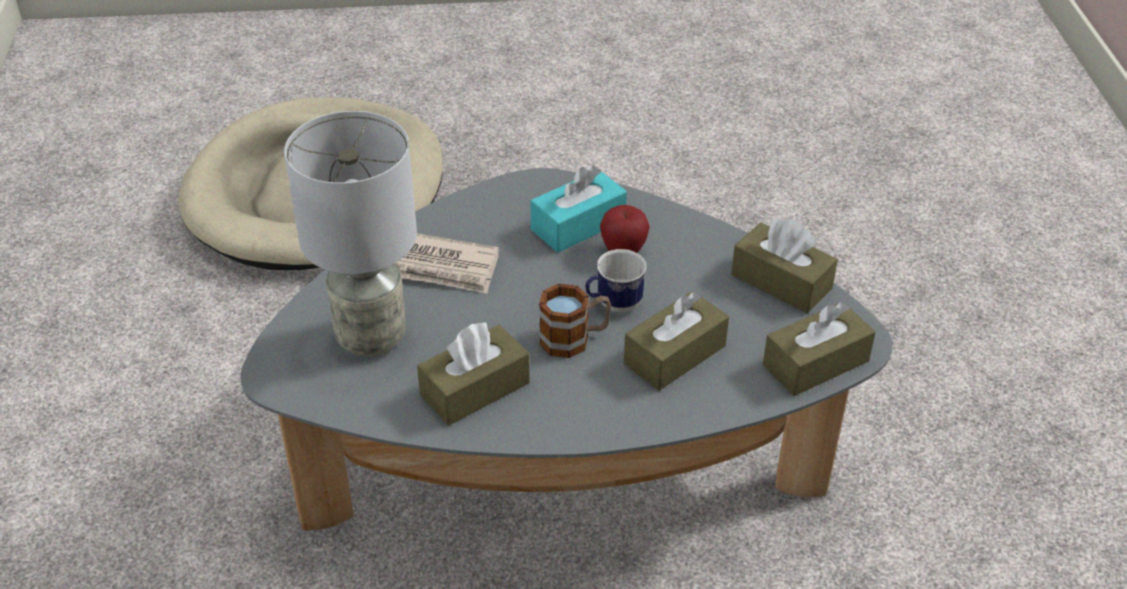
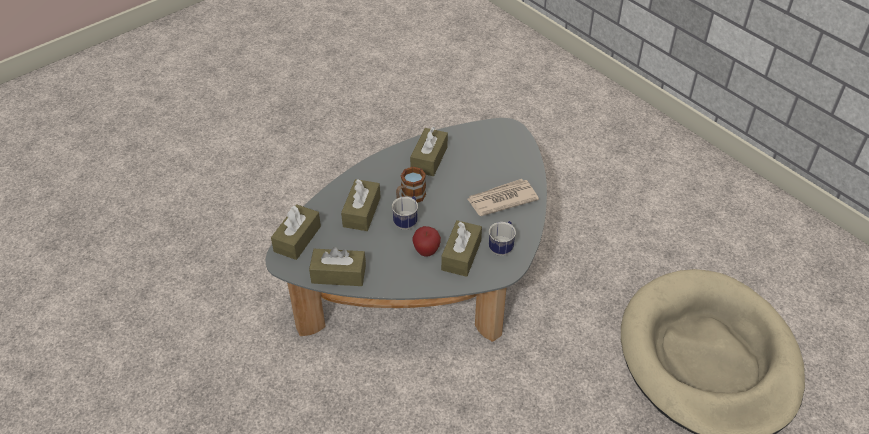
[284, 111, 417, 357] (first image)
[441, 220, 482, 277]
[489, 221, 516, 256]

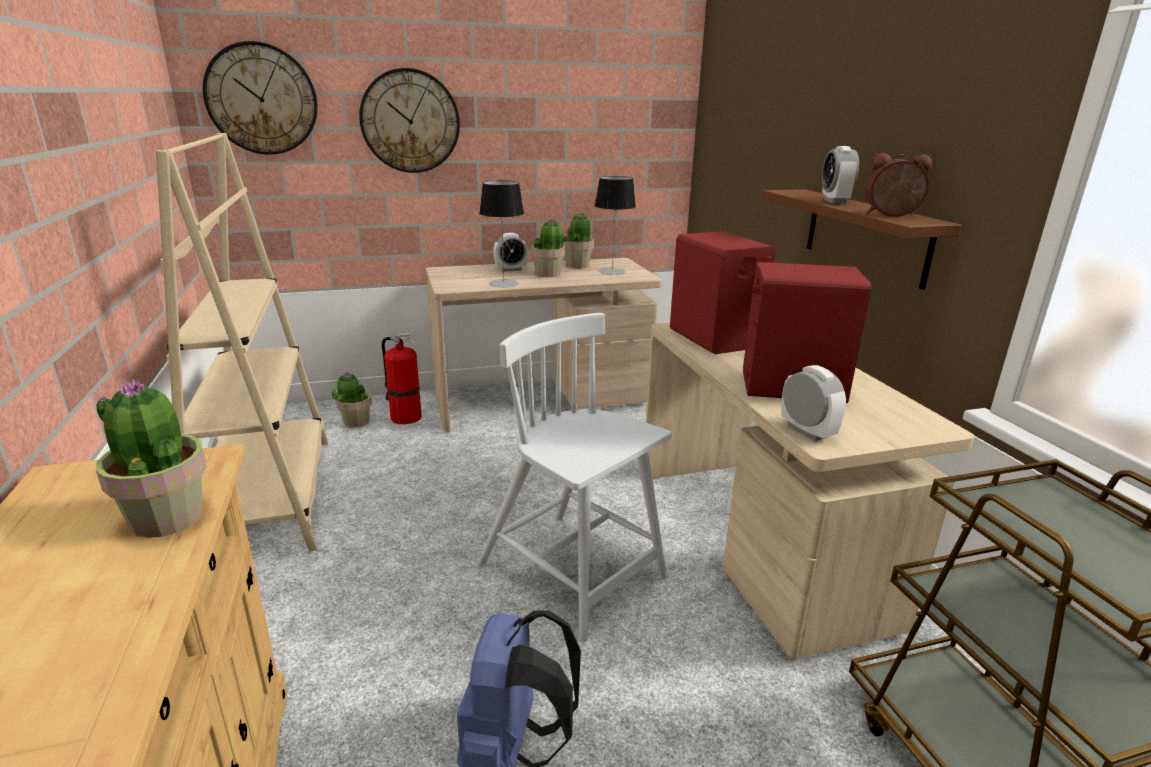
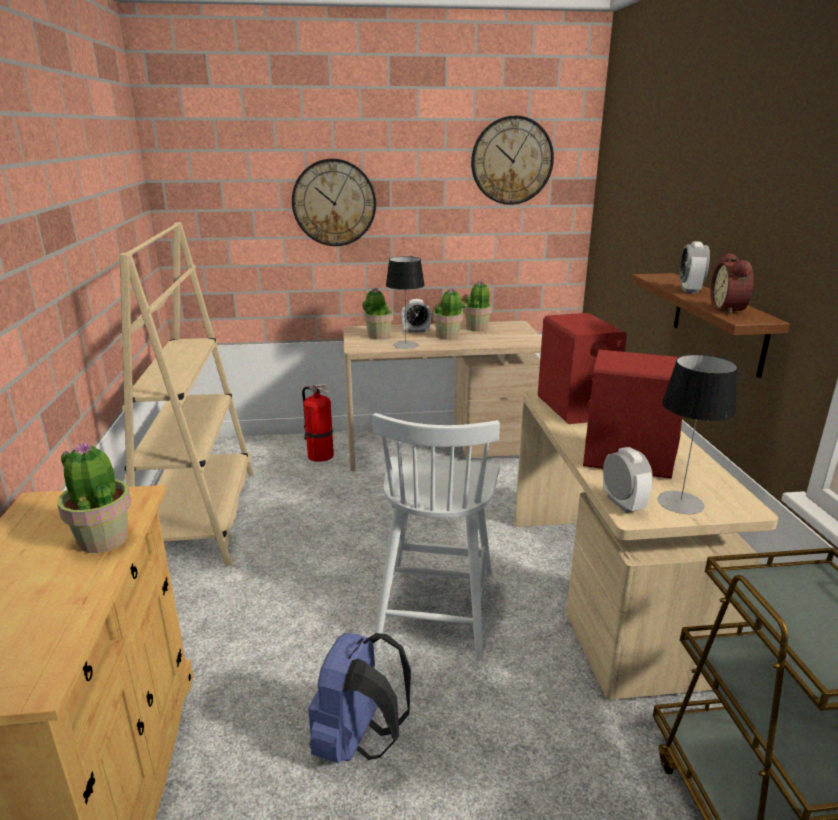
[471, 116, 554, 205]
[362, 287, 393, 339]
[372, 413, 500, 661]
[657, 354, 738, 514]
[710, 253, 754, 315]

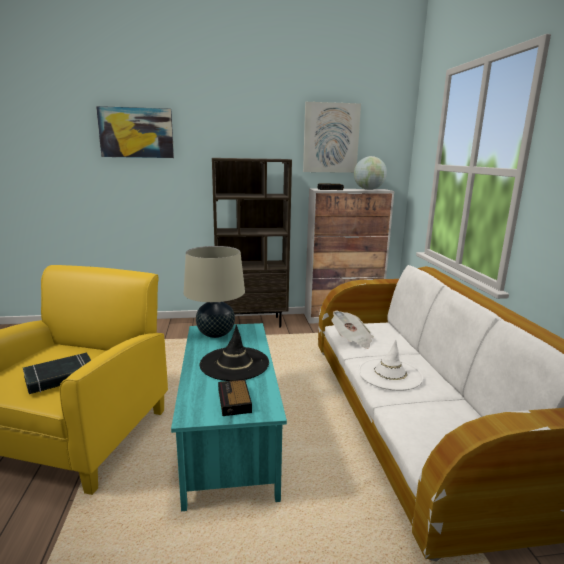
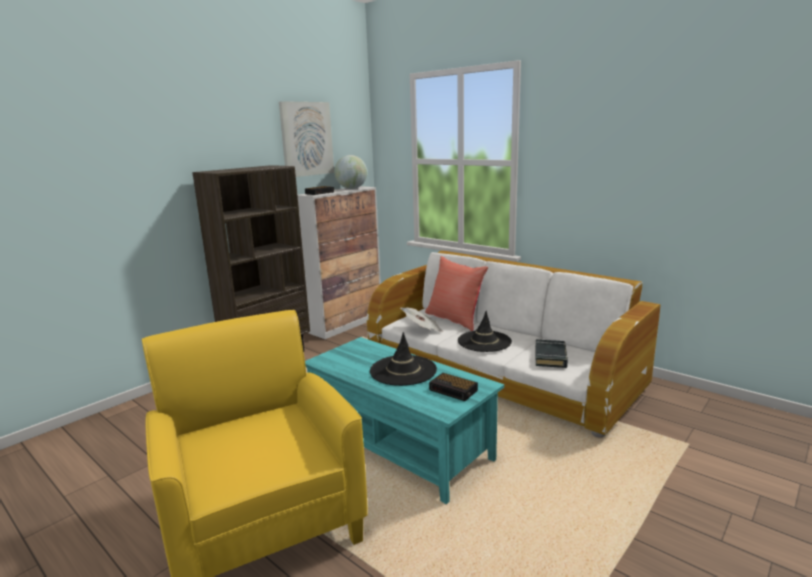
[535, 340, 568, 368]
[96, 106, 174, 158] (first image)
[184, 246, 245, 338] (first image)
[458, 311, 512, 352]
[425, 256, 488, 331]

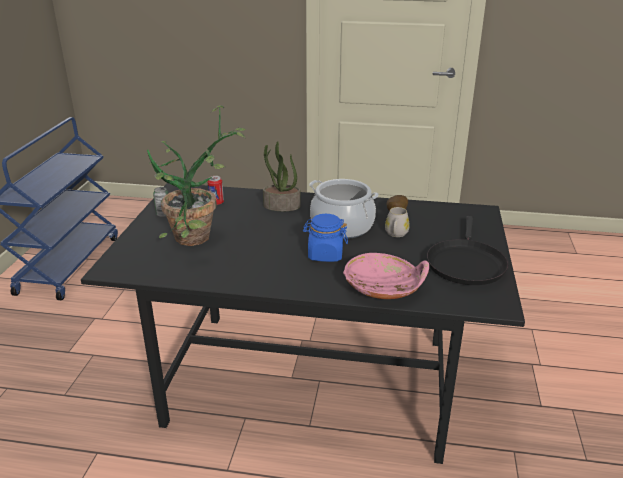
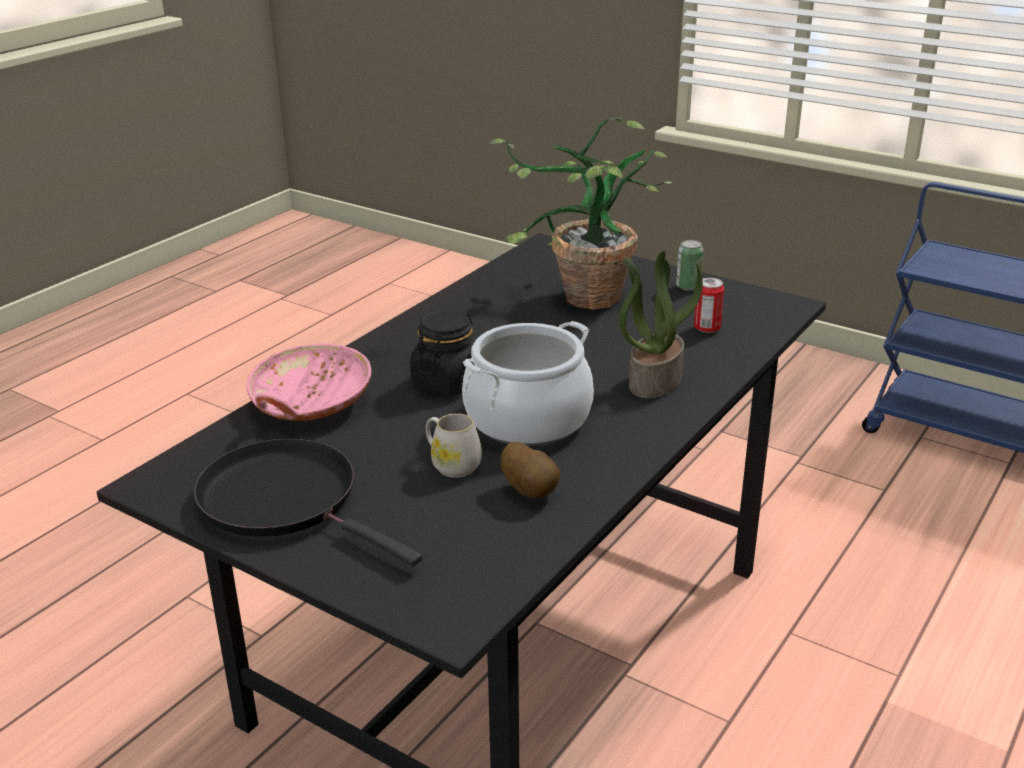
[410, 309, 474, 395]

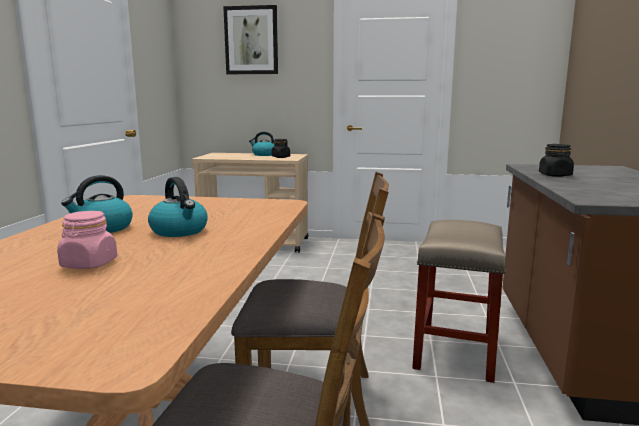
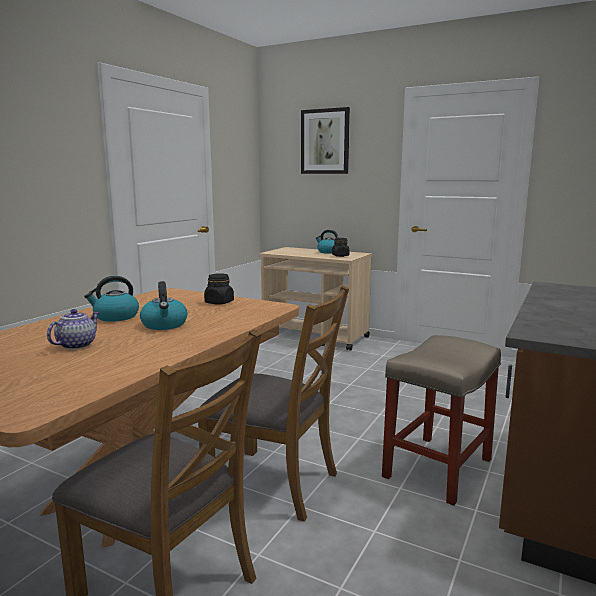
[47, 309, 99, 349]
[204, 274, 234, 305]

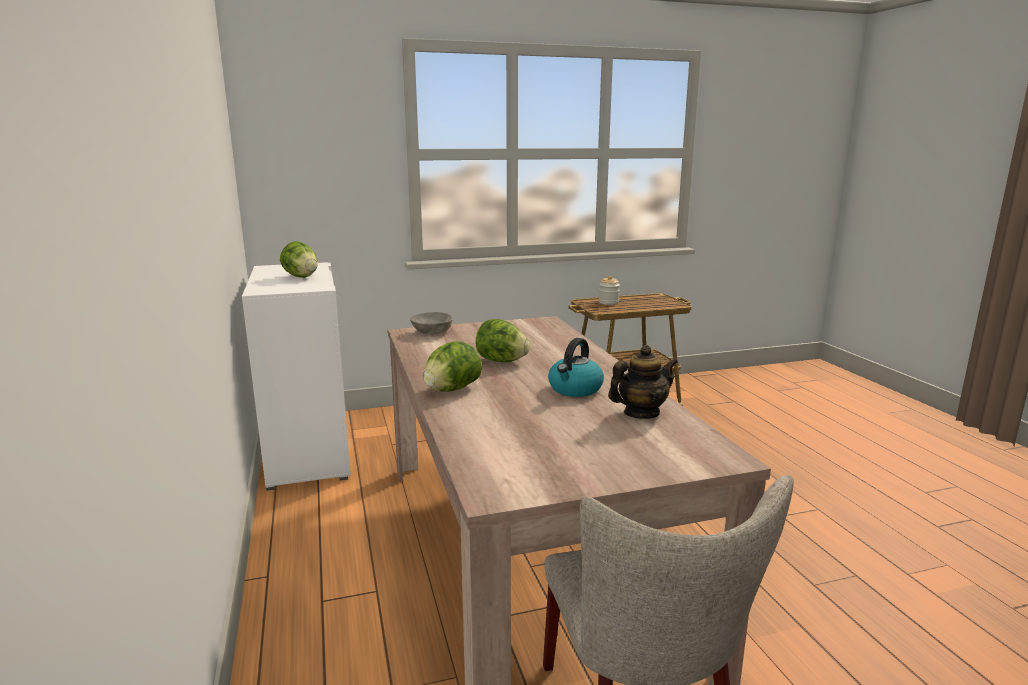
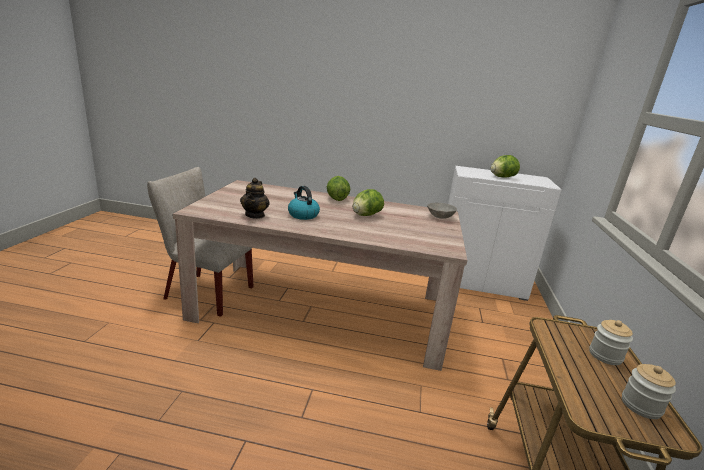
[622, 364, 676, 419]

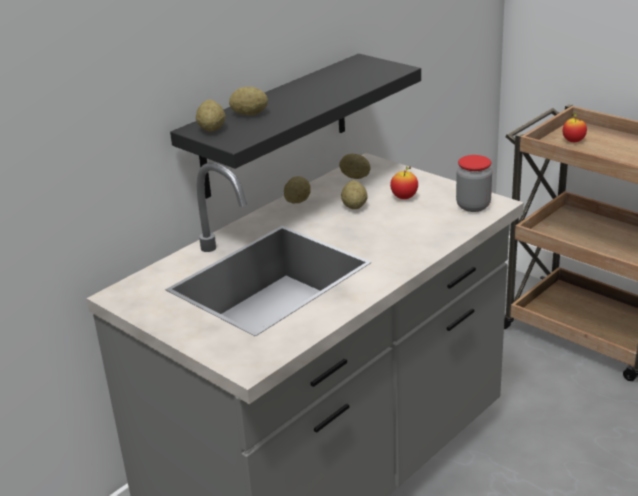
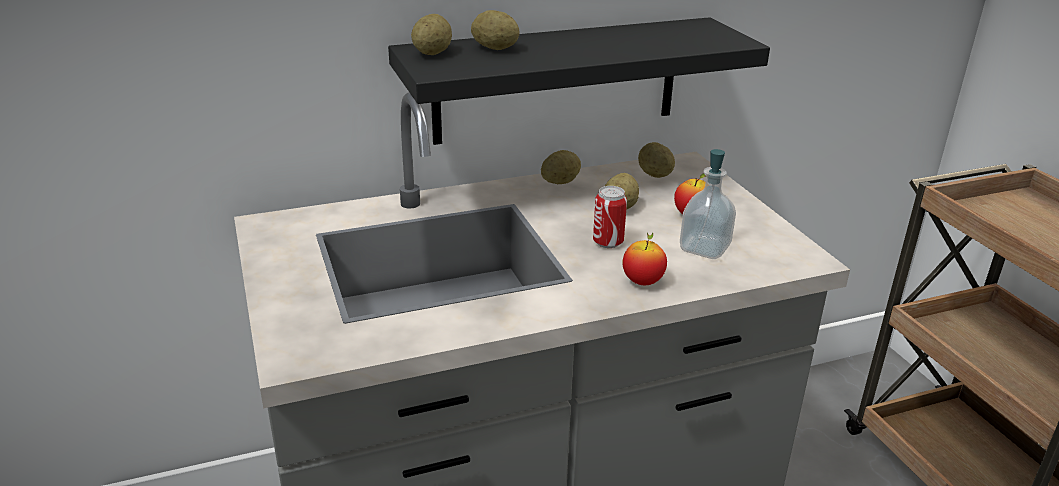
[456, 155, 492, 212] (first image)
[623, 232, 667, 285]
[593, 186, 627, 248]
[680, 149, 736, 259]

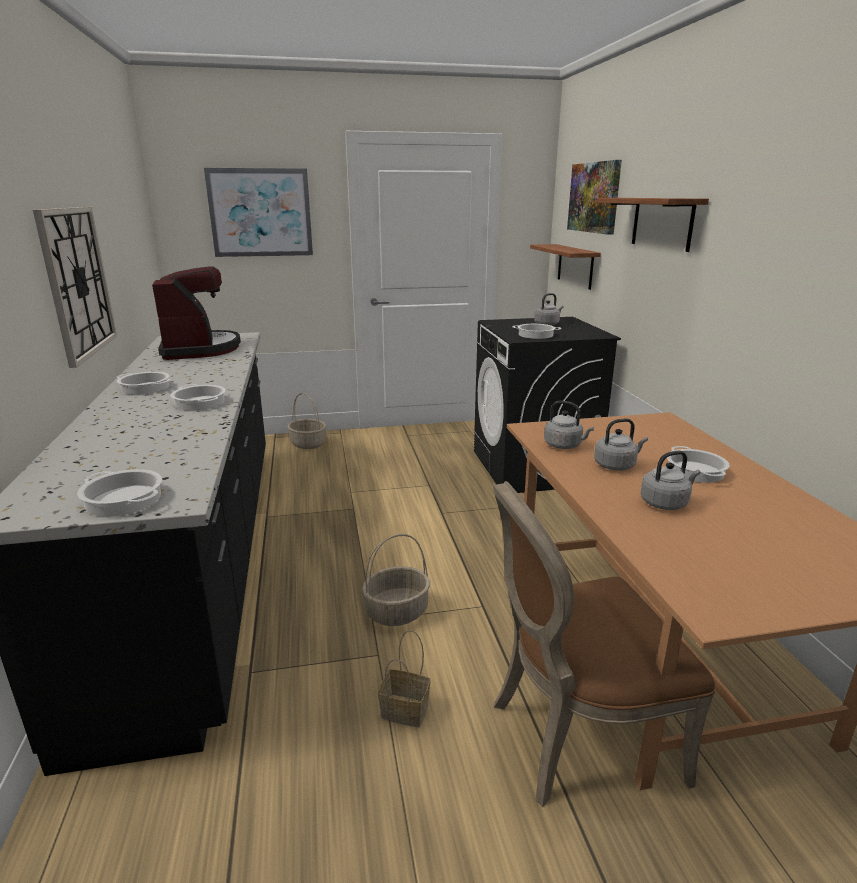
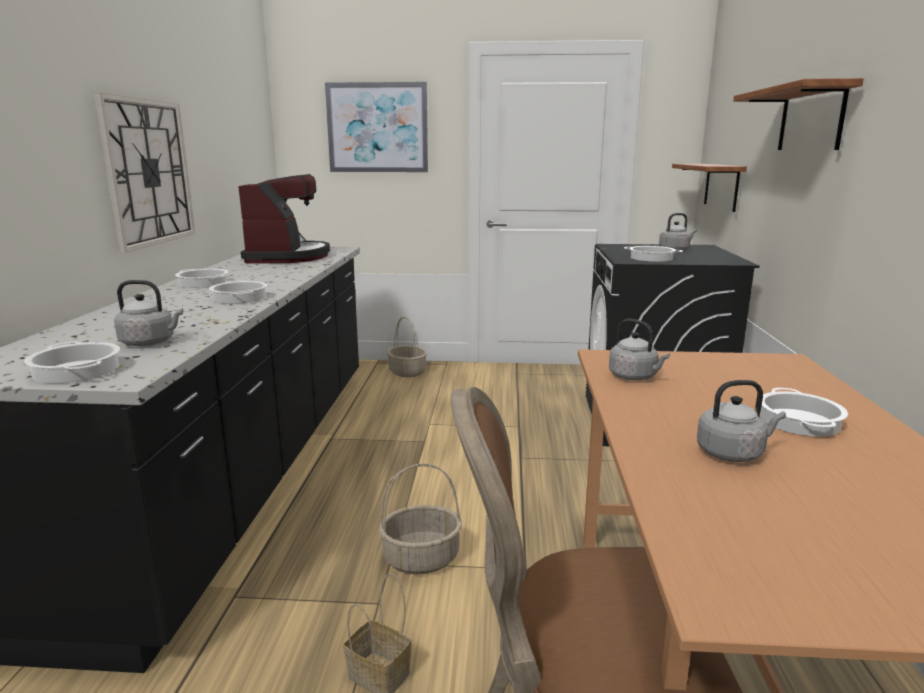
[567, 160, 622, 235] (first image)
[114, 280, 183, 346]

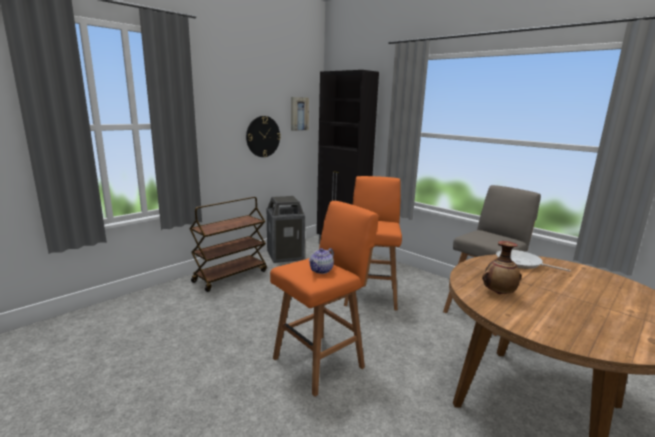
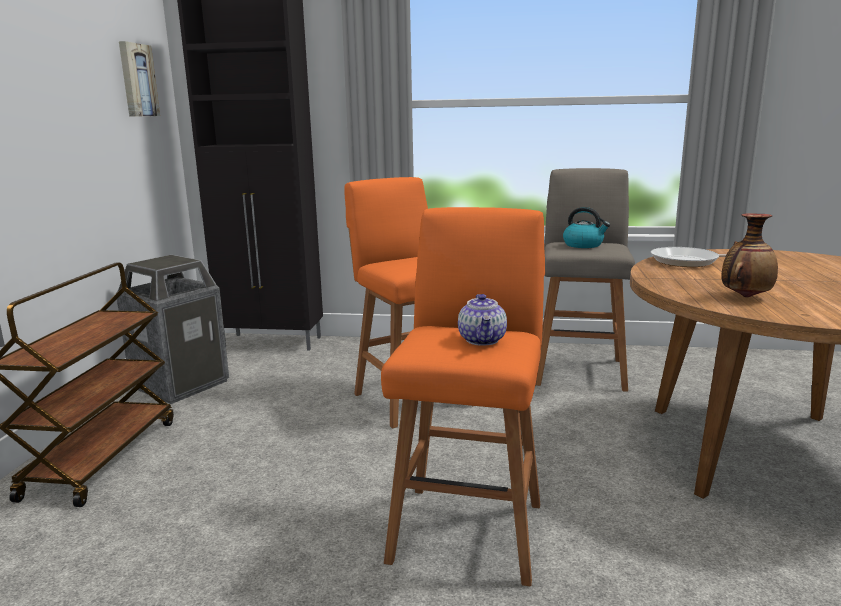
[246, 116, 281, 157] (first image)
[563, 207, 610, 248]

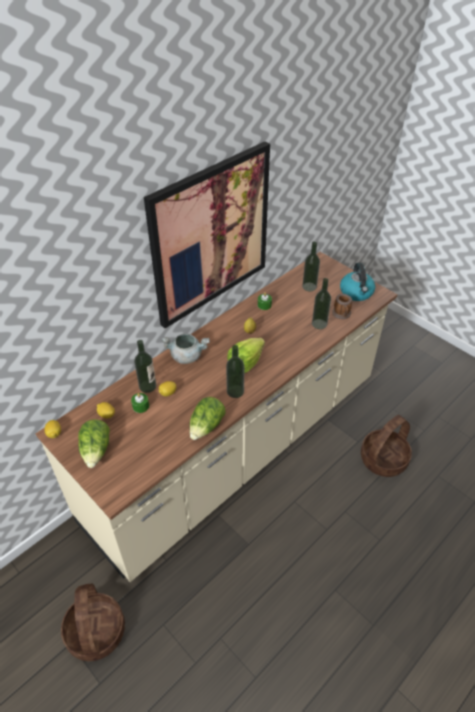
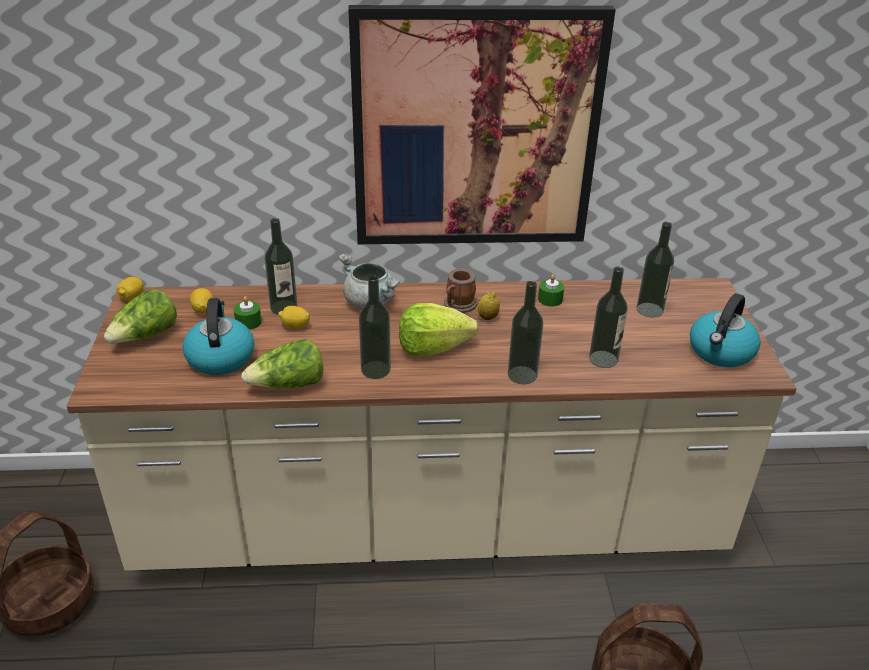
[444, 268, 477, 313]
[183, 298, 254, 375]
[508, 281, 543, 384]

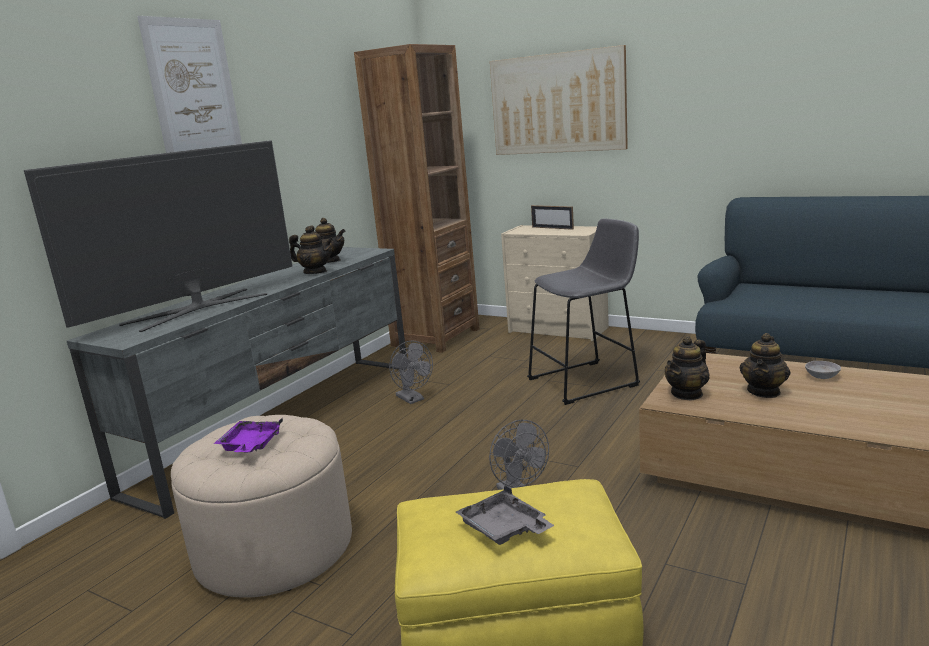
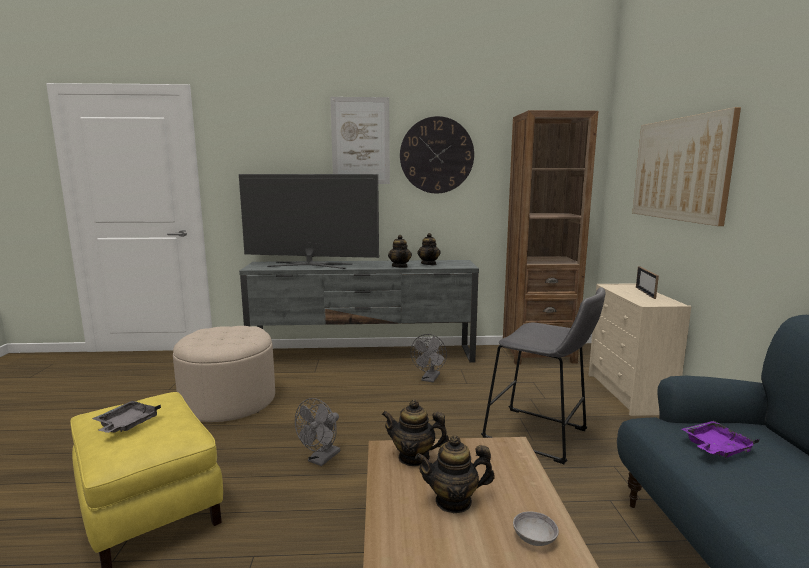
[682, 421, 760, 458]
[400, 116, 474, 193]

